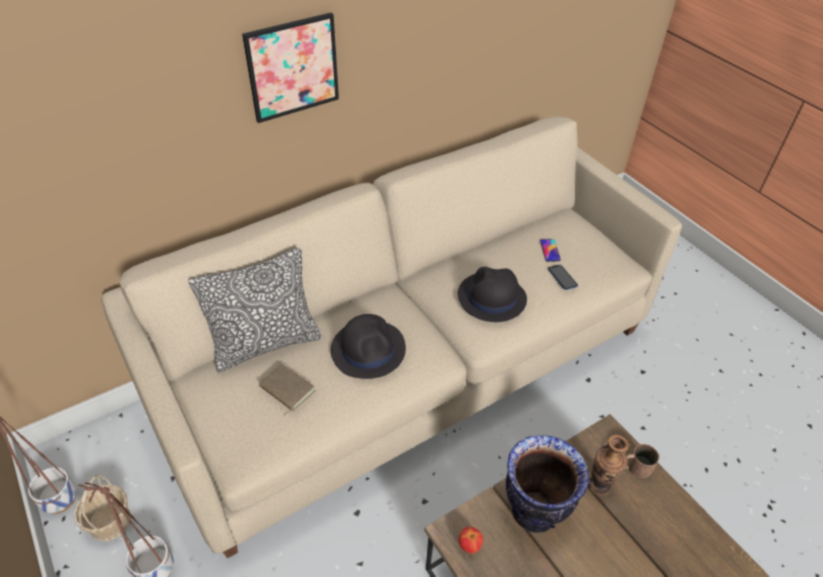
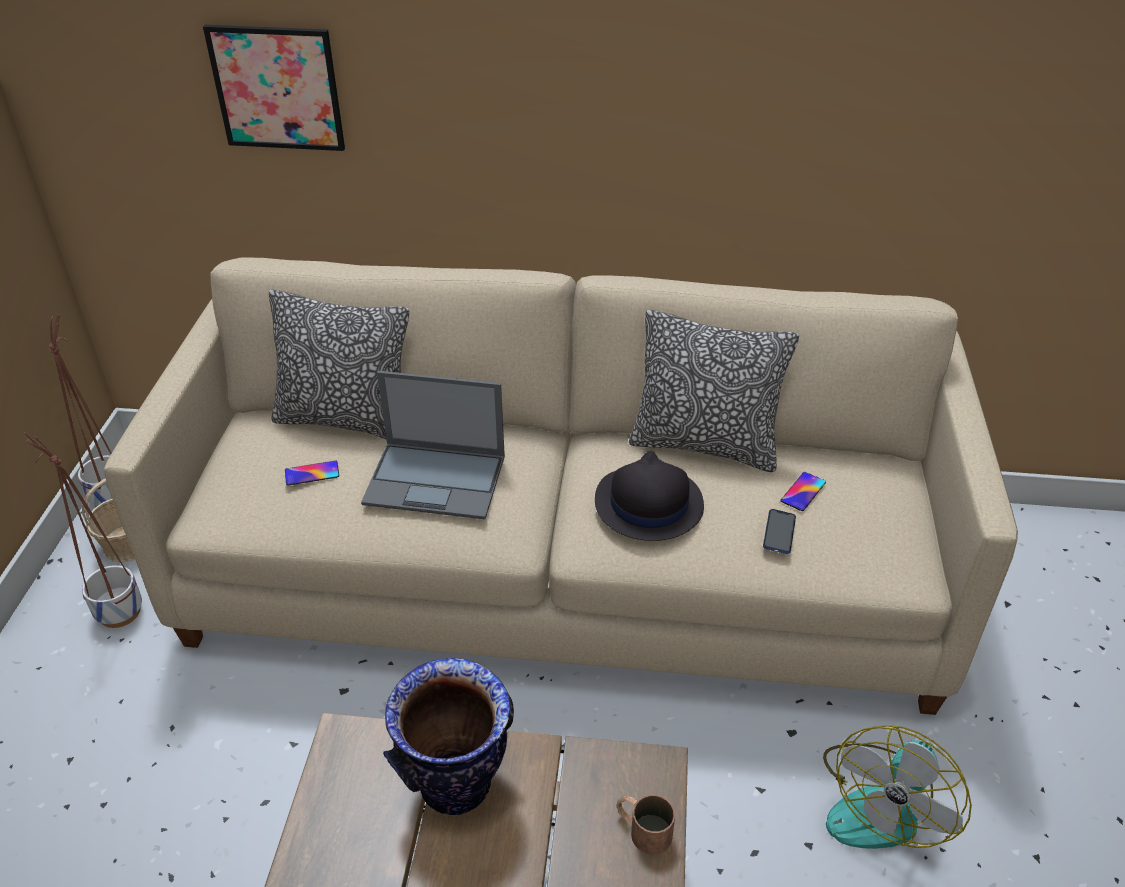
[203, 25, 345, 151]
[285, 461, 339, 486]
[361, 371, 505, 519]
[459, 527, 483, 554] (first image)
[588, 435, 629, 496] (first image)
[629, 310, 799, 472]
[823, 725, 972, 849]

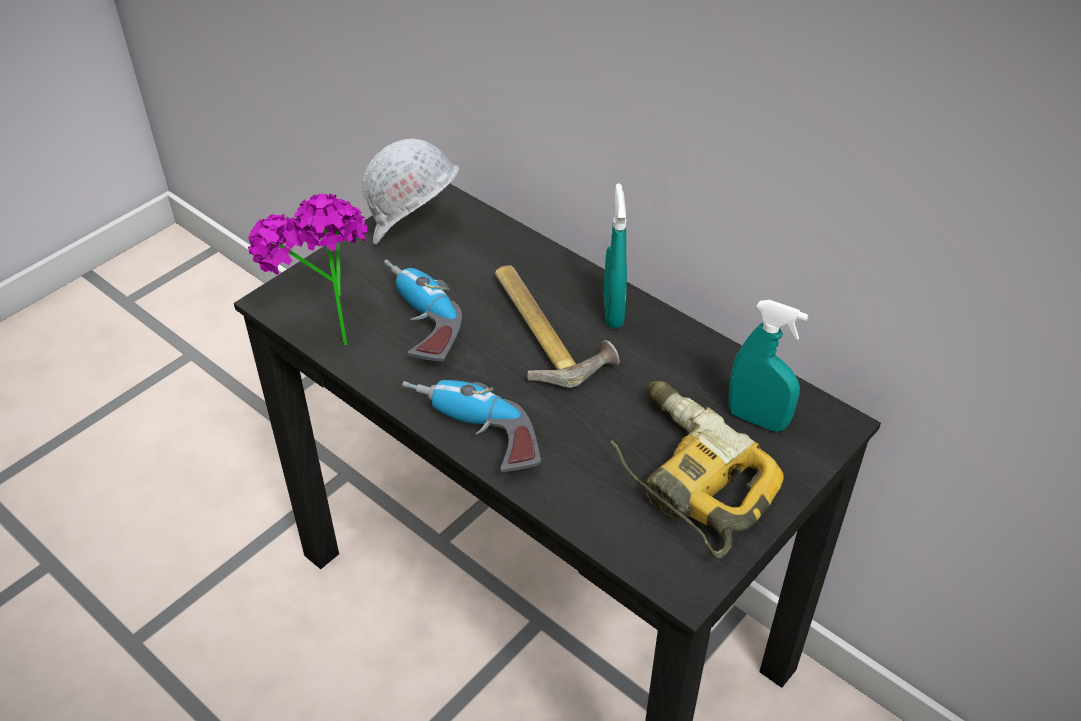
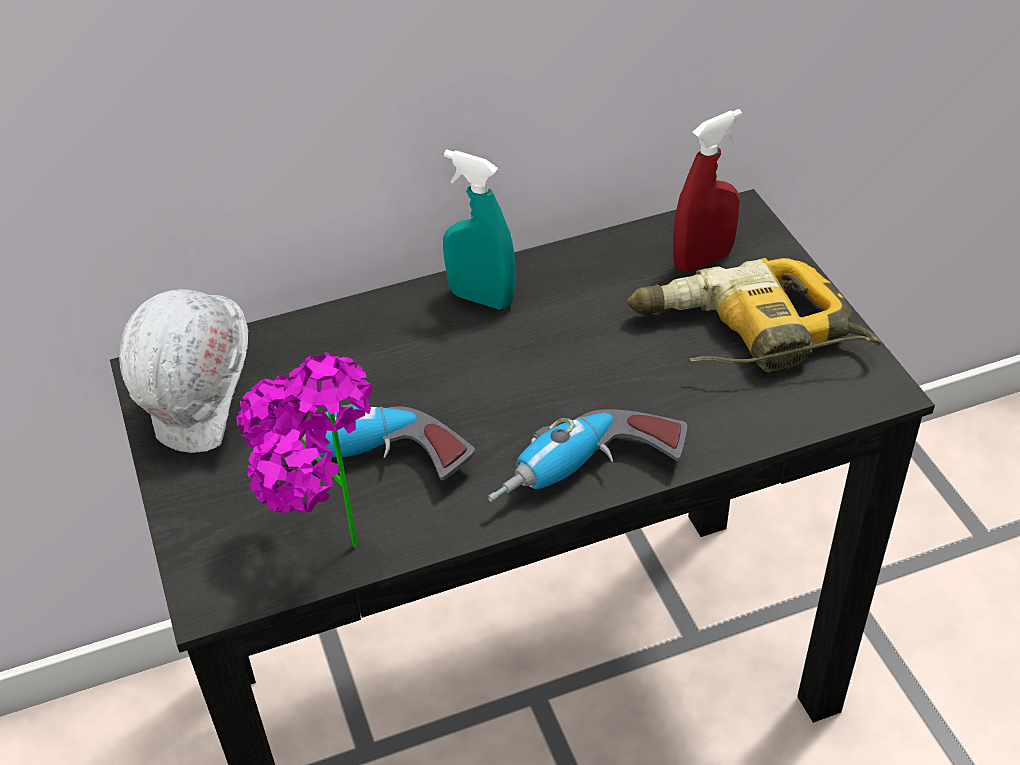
[495, 265, 620, 388] (first image)
[673, 109, 742, 272]

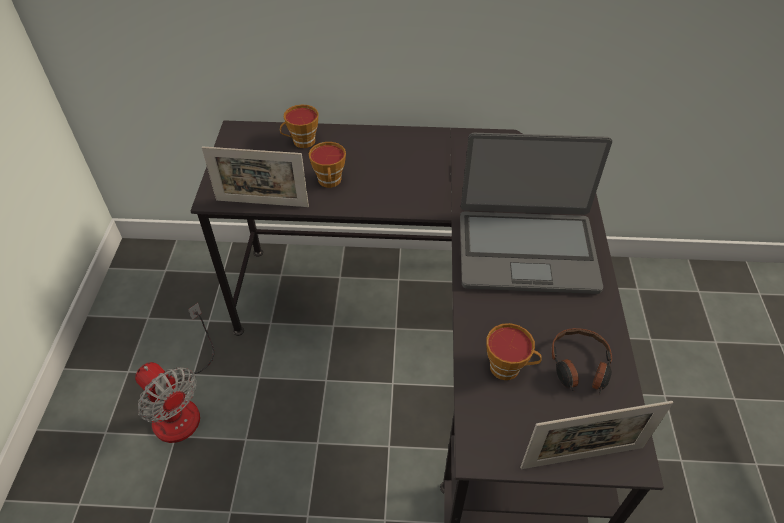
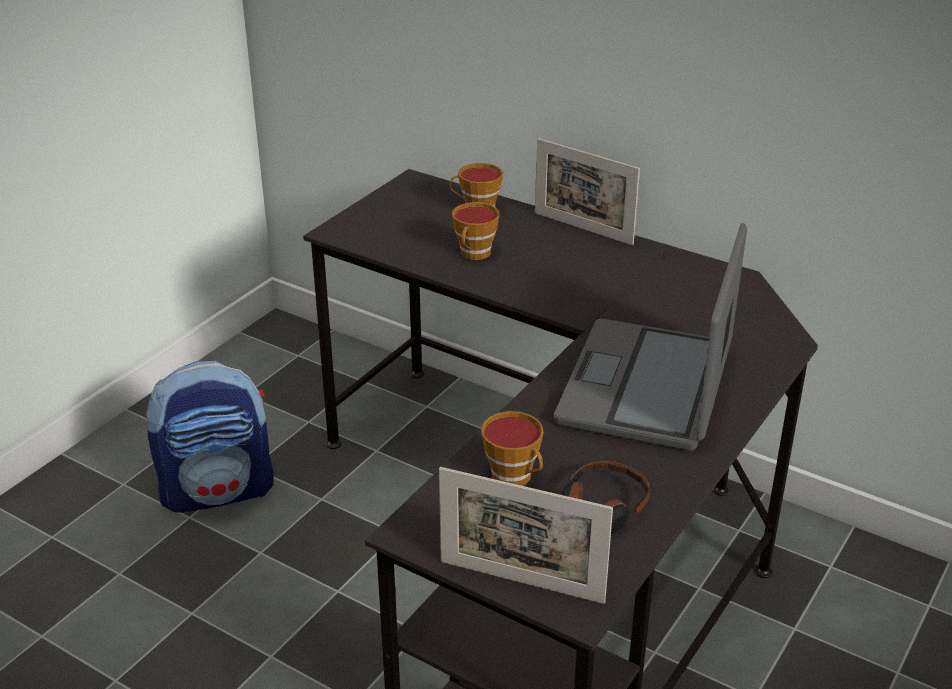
[146, 361, 273, 513]
[535, 138, 640, 246]
[554, 223, 747, 451]

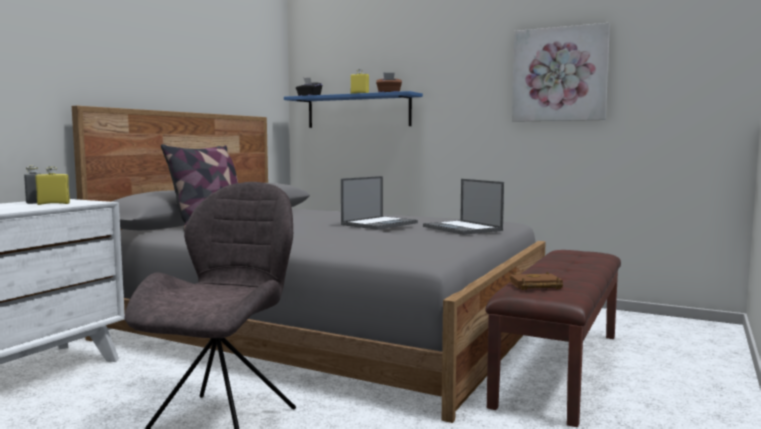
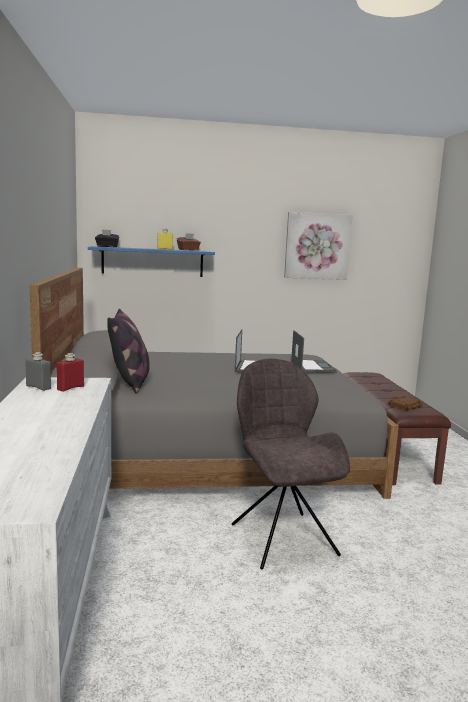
[56, 353, 84, 392]
[291, 330, 337, 373]

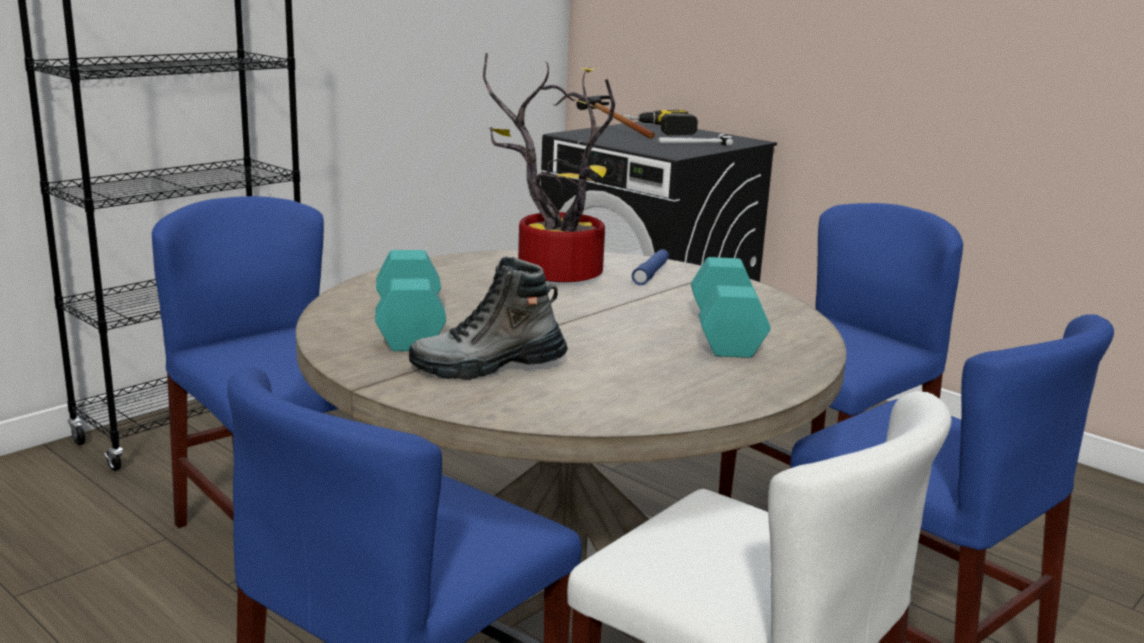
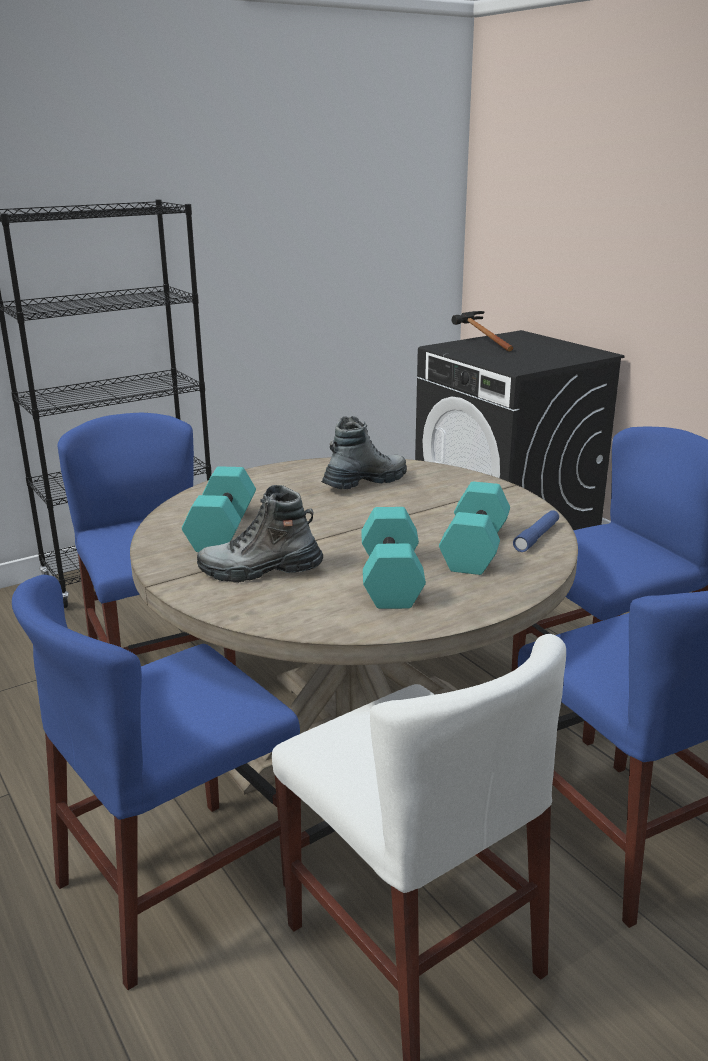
[321, 416, 407, 490]
[622, 110, 698, 136] (first image)
[513, 510, 559, 552]
[658, 134, 733, 146] (first image)
[361, 507, 426, 609]

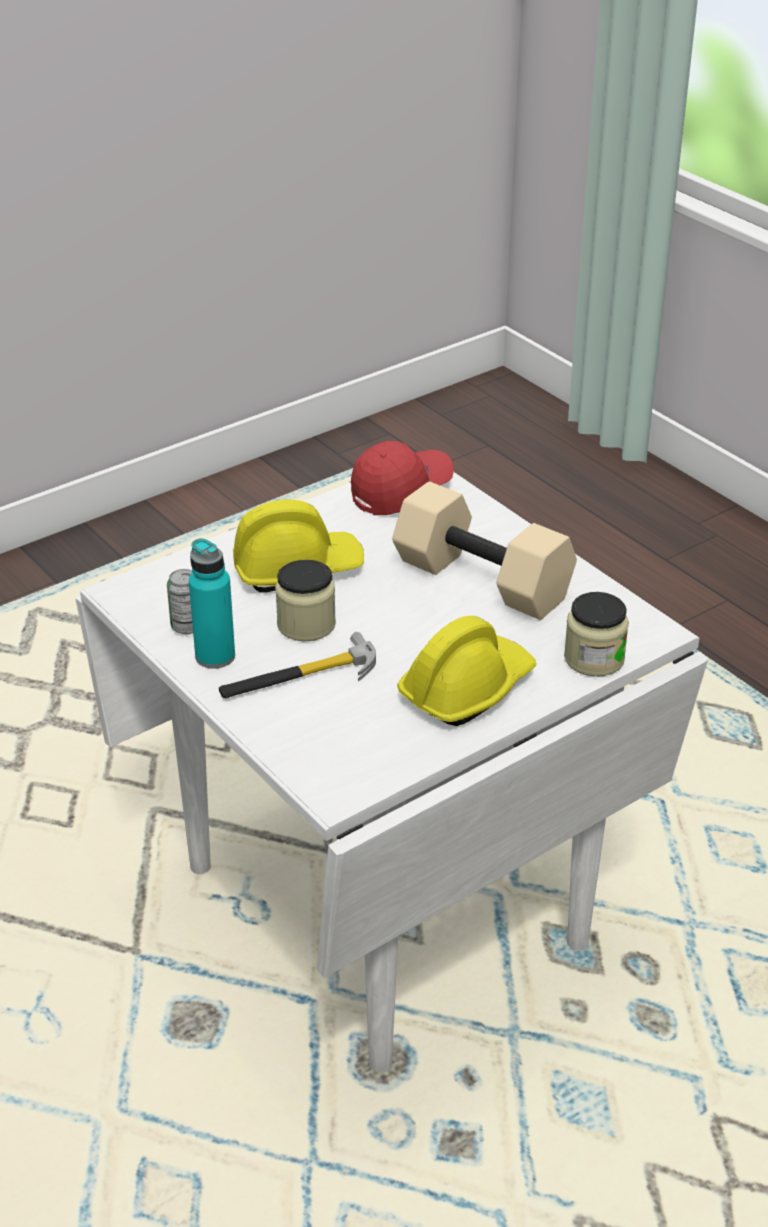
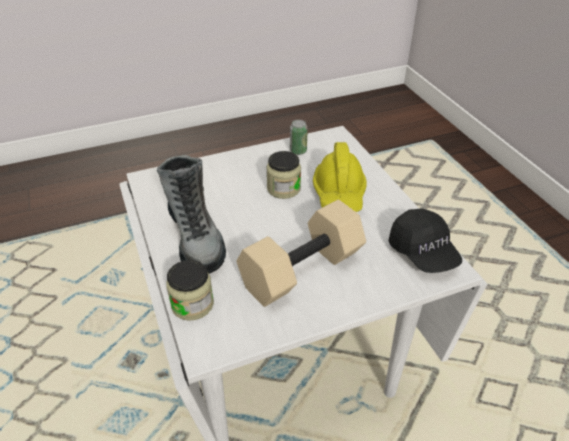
[189, 538, 235, 669] (first image)
[219, 632, 376, 698] (first image)
[388, 209, 462, 273]
[157, 155, 226, 274]

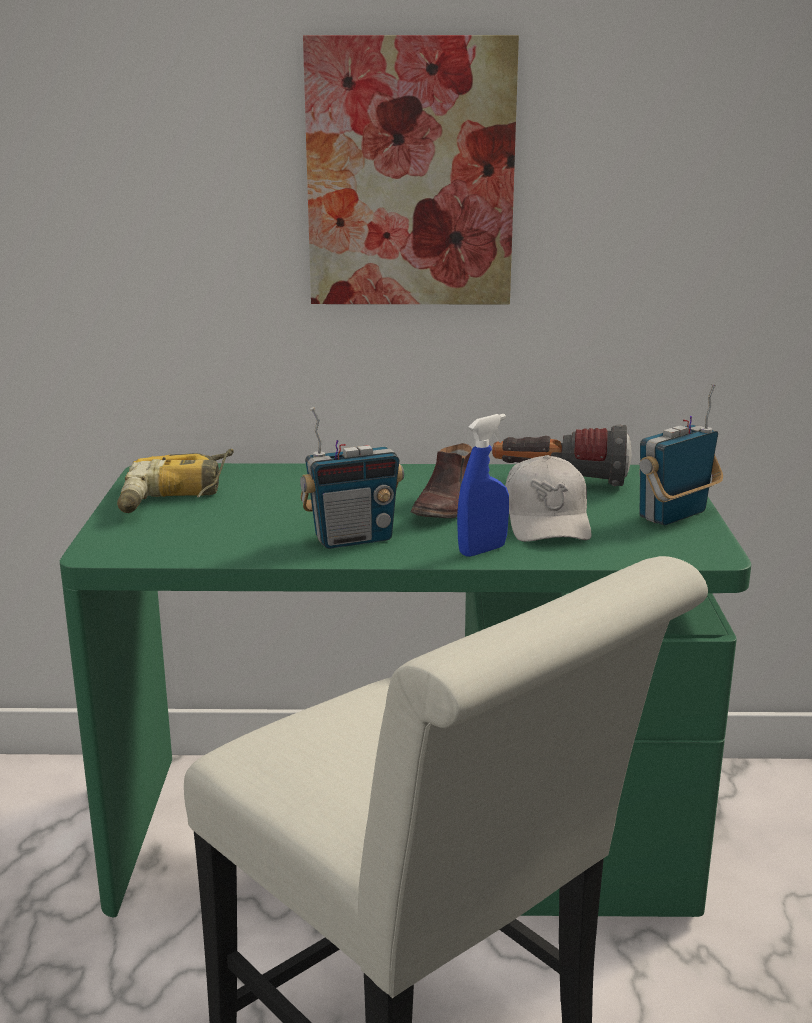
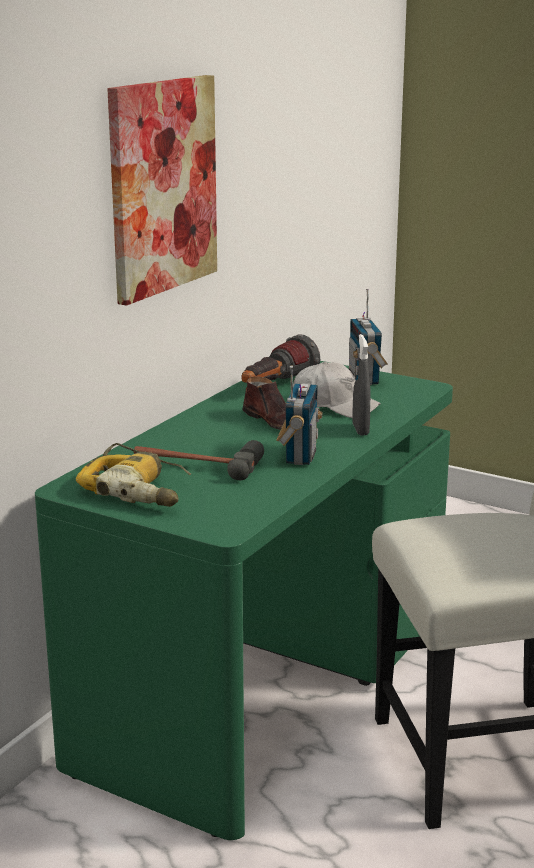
[352, 334, 371, 436]
[134, 440, 264, 480]

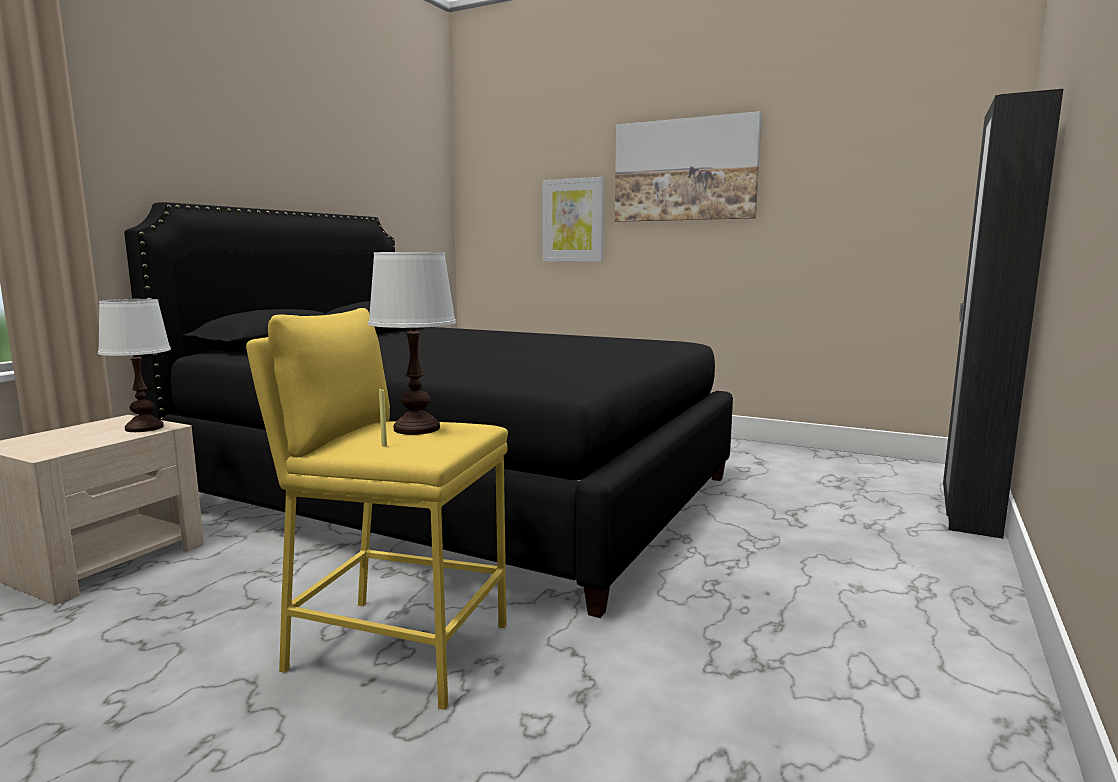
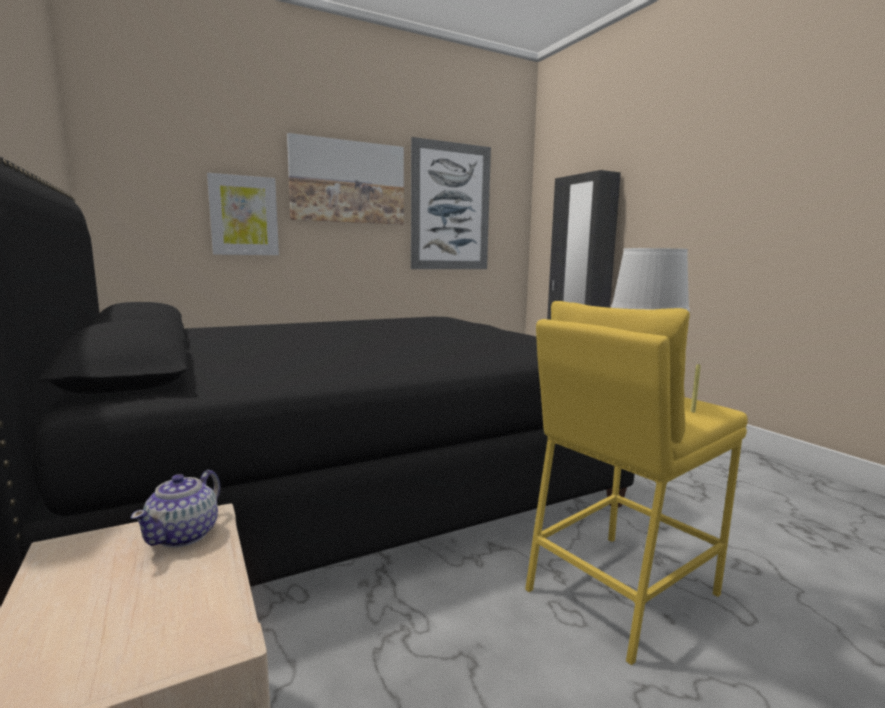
[131, 470, 220, 548]
[411, 137, 491, 269]

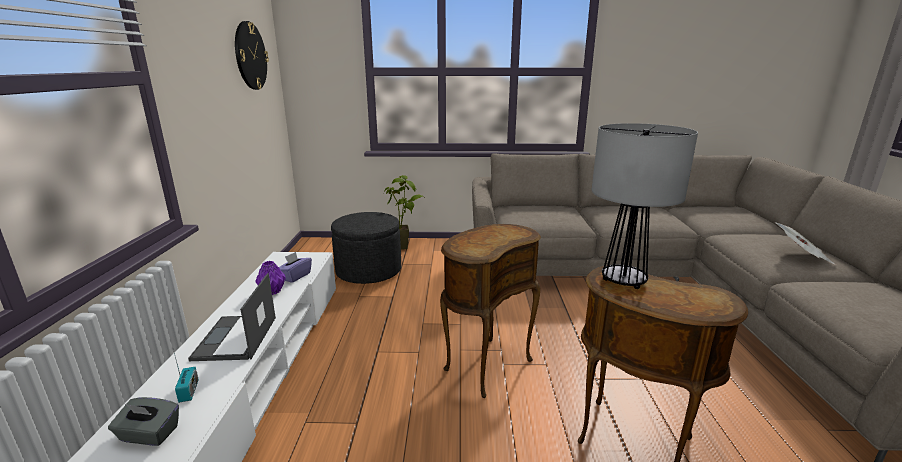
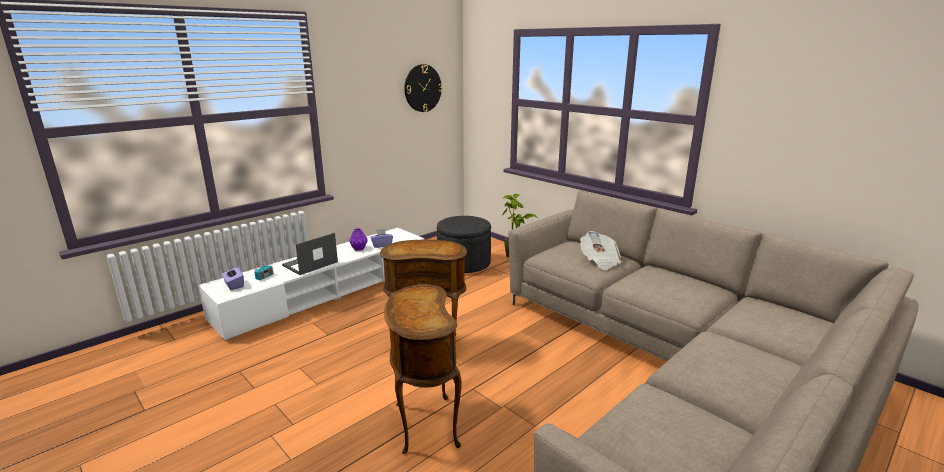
[222, 267, 244, 290]
[591, 123, 698, 289] (first image)
[580, 231, 622, 270]

